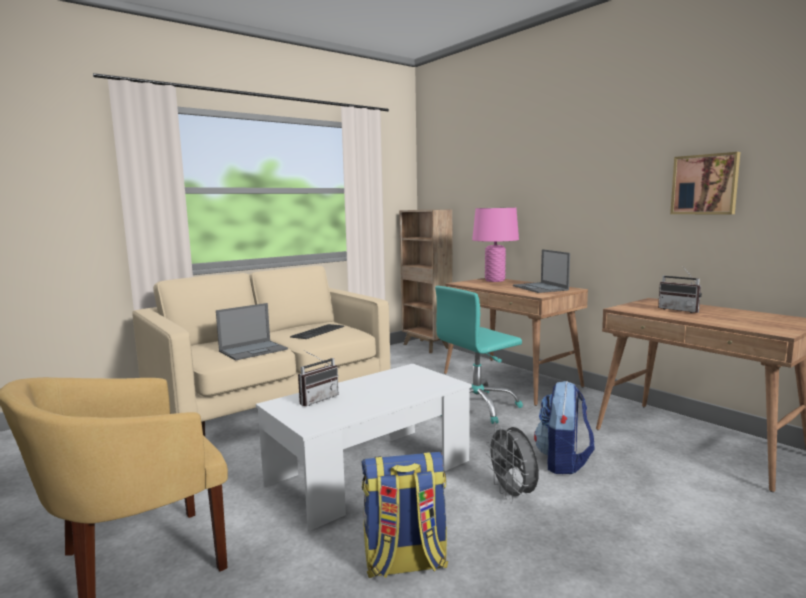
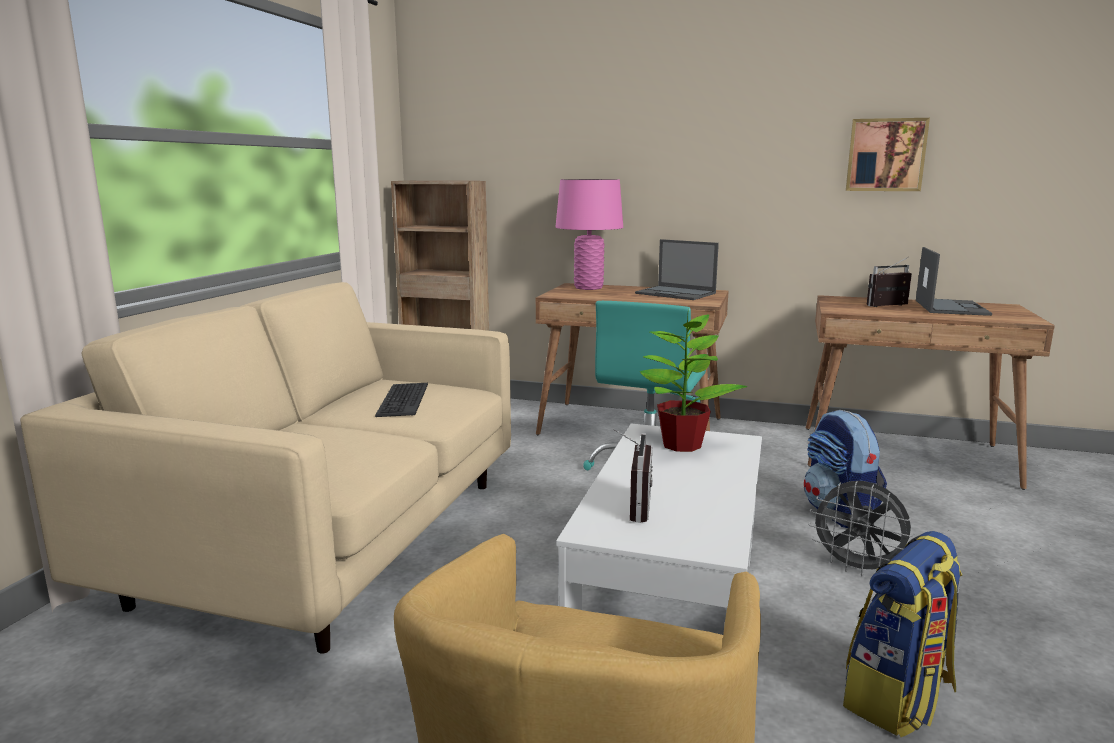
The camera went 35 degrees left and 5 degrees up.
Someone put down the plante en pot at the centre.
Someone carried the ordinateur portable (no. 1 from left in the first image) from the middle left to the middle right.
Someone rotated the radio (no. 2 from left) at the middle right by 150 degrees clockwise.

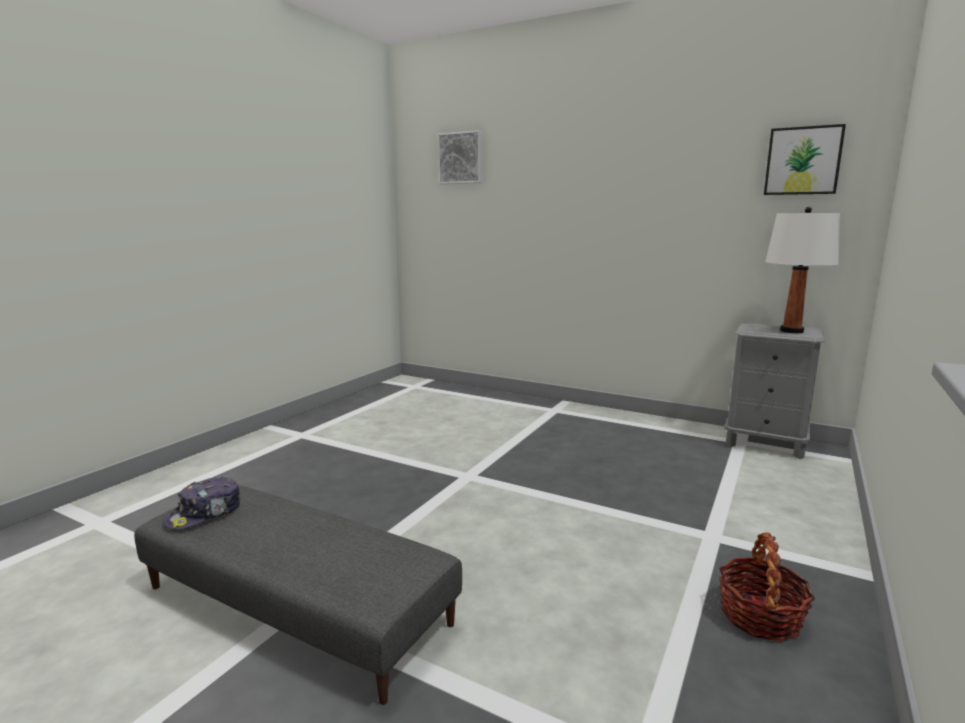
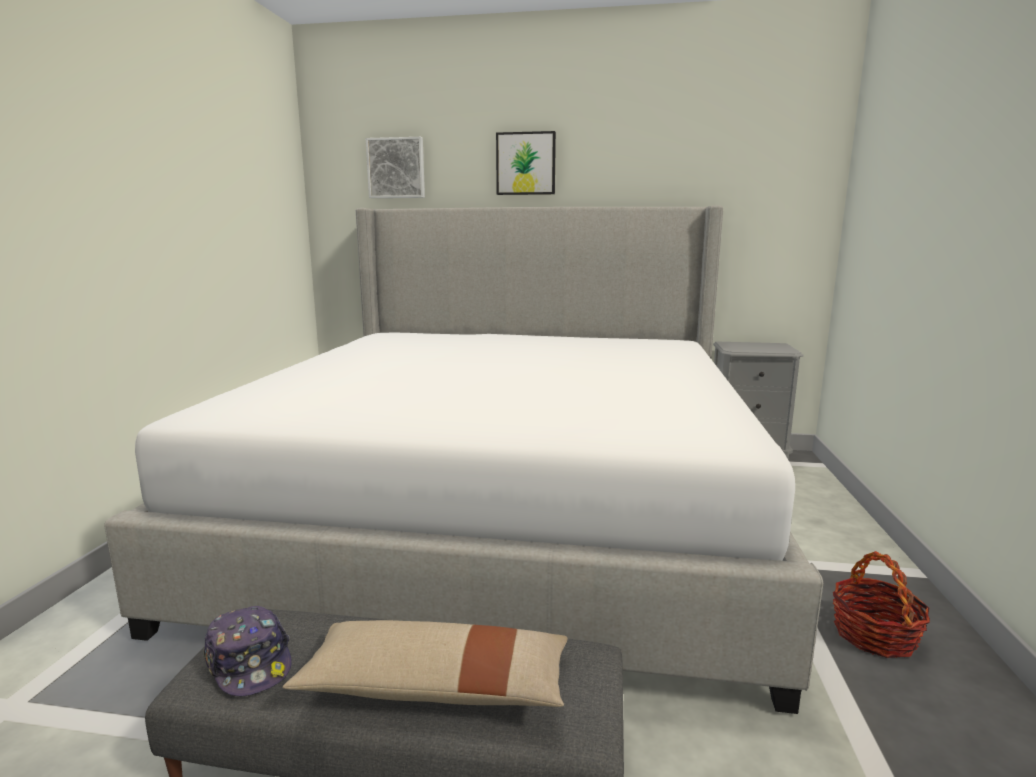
The camera went 20 degrees left and 0 degrees up.
Someone took away the lampe de table [blanc] at the middle right.
Someone put down the lit at the centre.
Someone put down the coussin [beige] at the bottom centre.
Someone carried the tableau (no. 2 from left) from the top right to the top centre.
Someone rotated the casquette at the bottom left by 60 degrees counterclockwise.

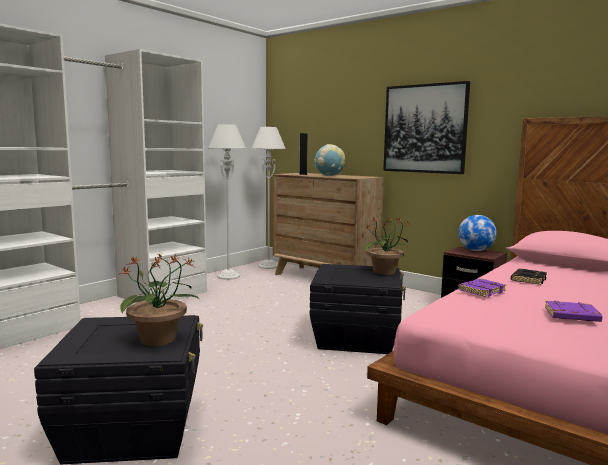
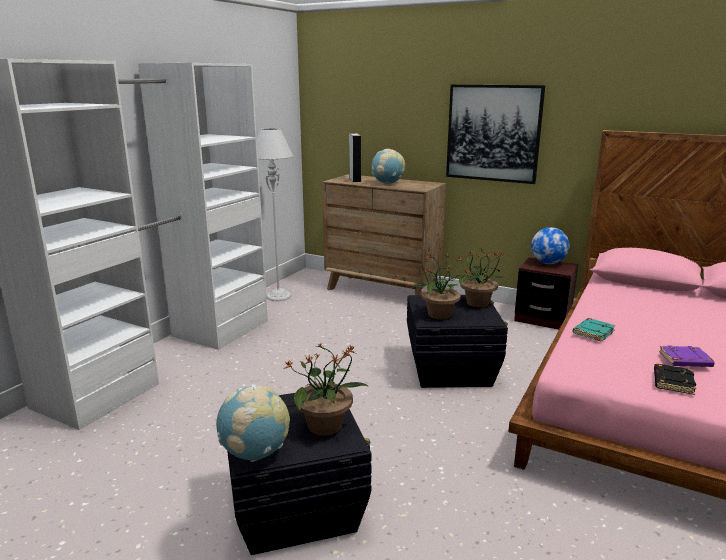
The camera went 10 degrees left and 10 degrees up.
Someone took away the lampadaire [gris] (no. 2 from left) at the centre.
Someone put down the globe (no. 1 from left) at the bottom centre.
Someone put down the plante en pot (no. 2 from left) at the centre.
Someone carried the livre [noir] from the middle right to the bottom right.
Someone repainted the livre [violet] (no. 1 from left) at the middle right, which became the livre [turquoise] at the middle right.

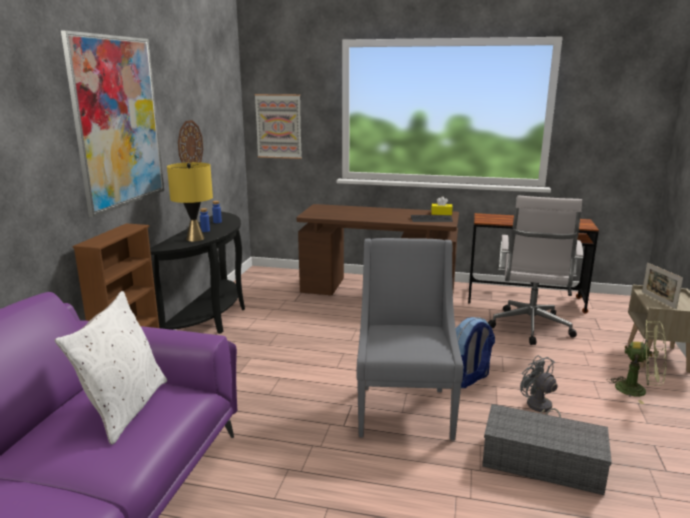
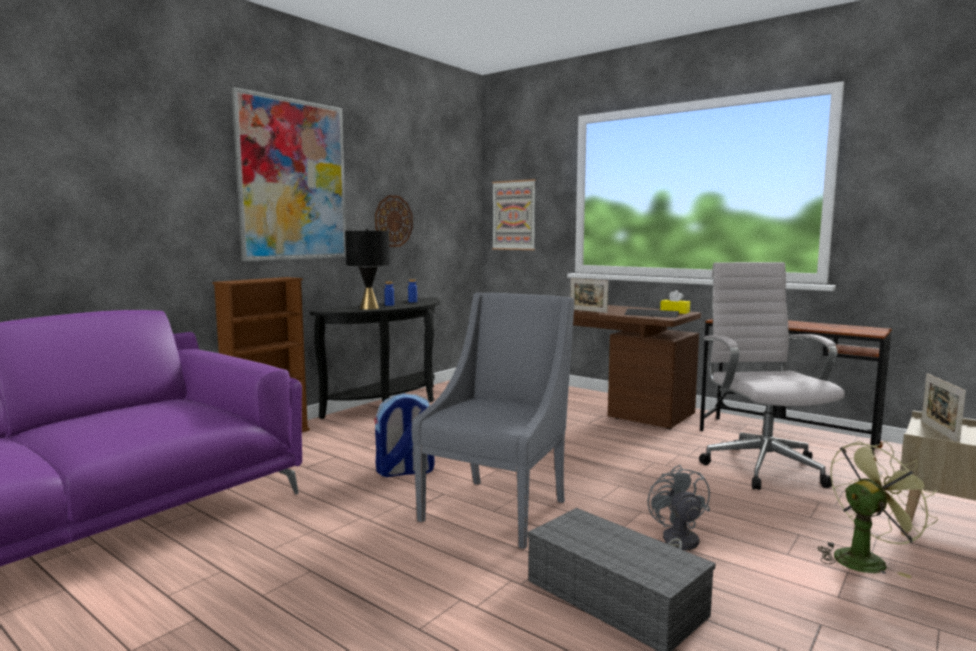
The camera went 25 degrees right and 10 degrees down.
Someone took away the coussin [blanc] at the bottom left.
Someone put down the cadre photo (no. 1 from left) at the centre.
Someone carried the sac à dos from the bottom right to the bottom centre.
Someone repainted the lampe de table [jaune] at the middle left, which became the lampe de table [noir] at the centre.
Someone rotated the chaise de bureau [blanc] at the middle right by 135 degrees clockwise.
Someone rotated the ventilateur [vert] at the bottom right by 75 degrees counterclockwise.

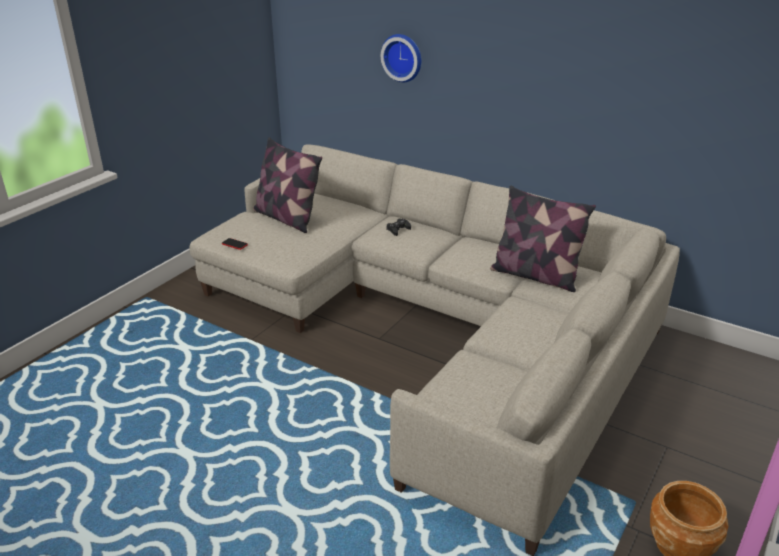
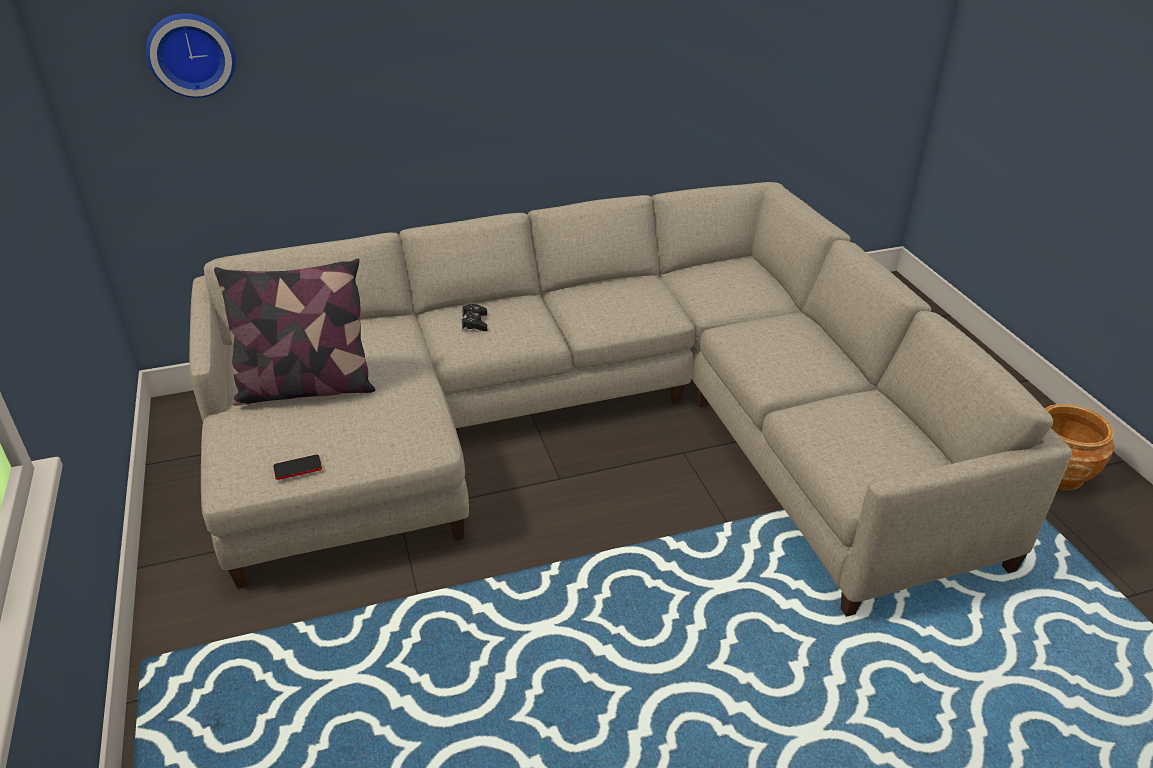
The camera went 50 degrees left and 5 degrees up.
Someone took away the coussin (no. 2 from left) at the middle right.
Someone carried the horloge murale from the top centre to the top left.

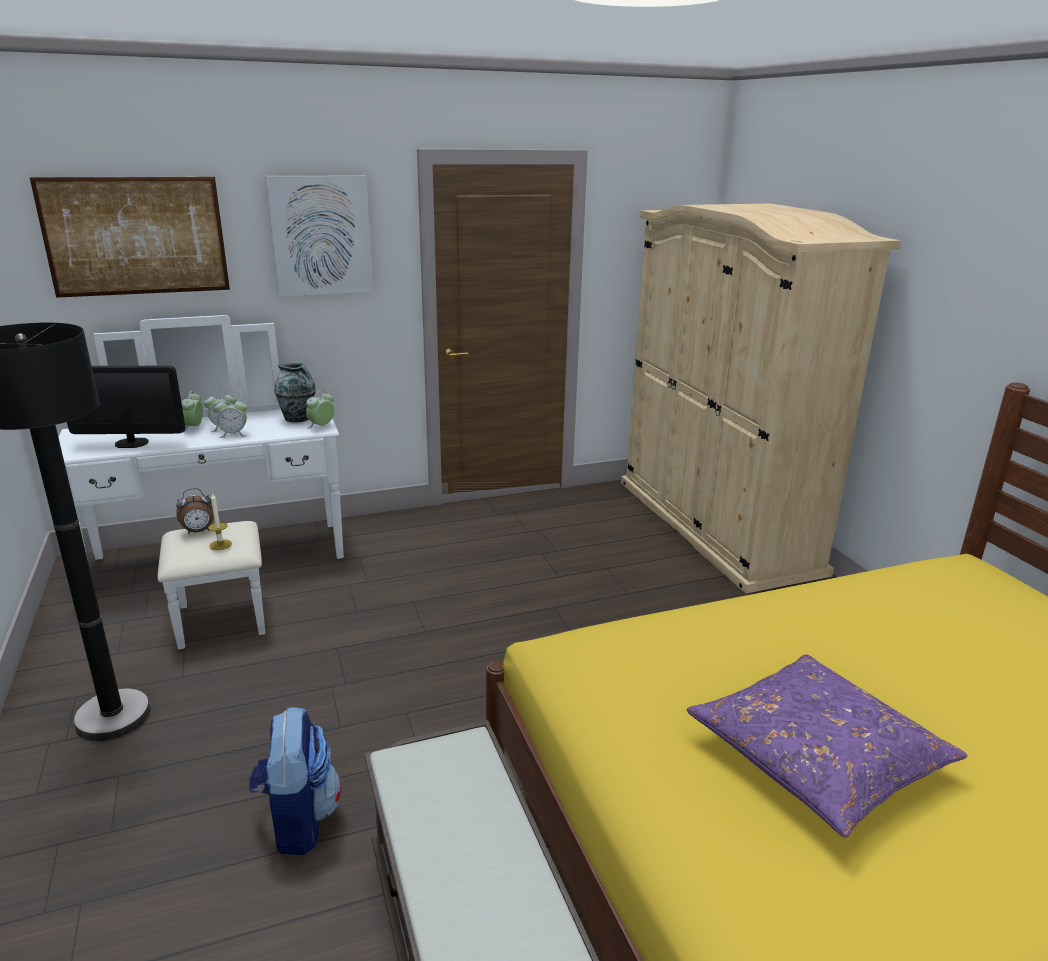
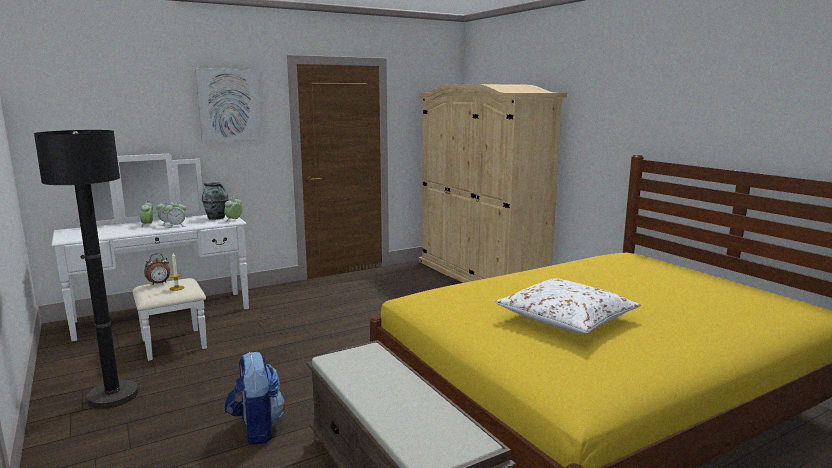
The camera went 10 degrees left and 10 degrees down.
Someone took away the tableau (no. 1 from left) at the top left.
Someone took away the écran d'ordinateur at the middle left.
Someone repainted the coussin [violet] at the bottom right, which became the coussin [blanc] at the middle right.

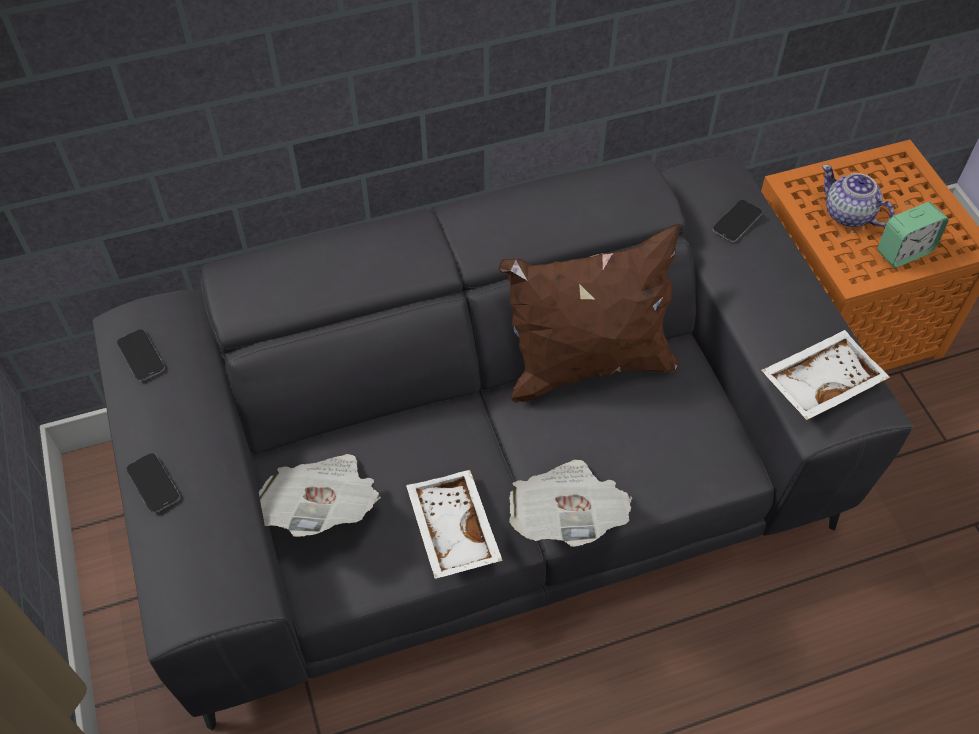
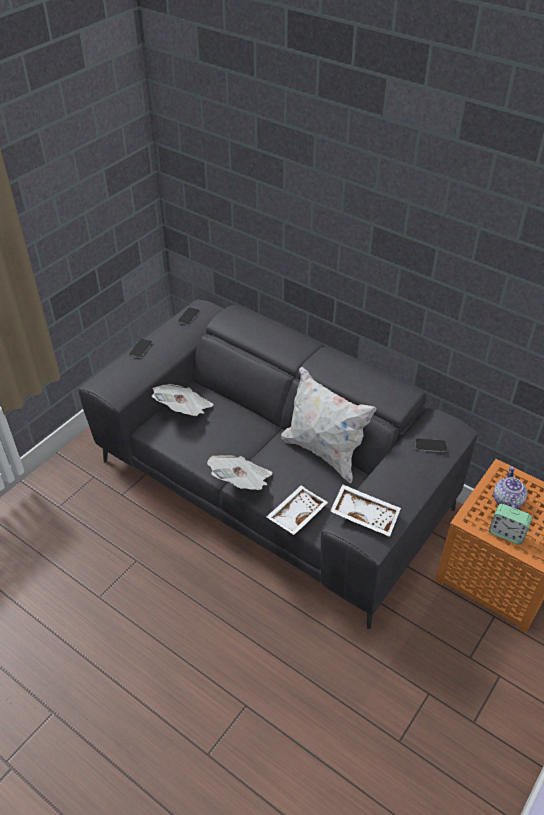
The camera went 55 degrees right and 10 degrees down.
Someone carried the plateau [blanc] (no. 1 from left) from the bottom centre to the centre.
Someone repainted the coussin [marron] at the centre, which became the coussin [blanc] at the centre.

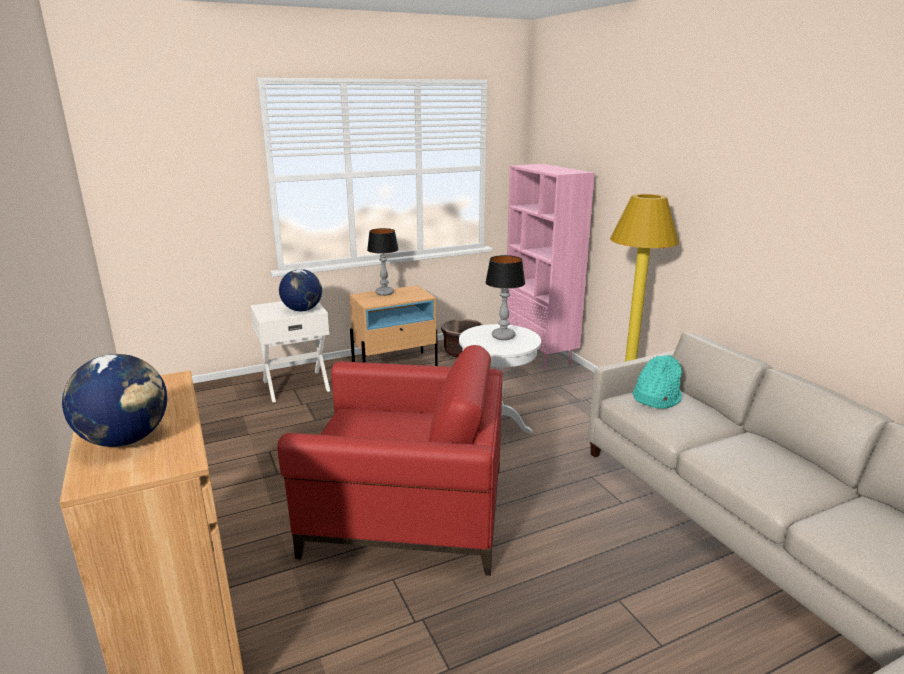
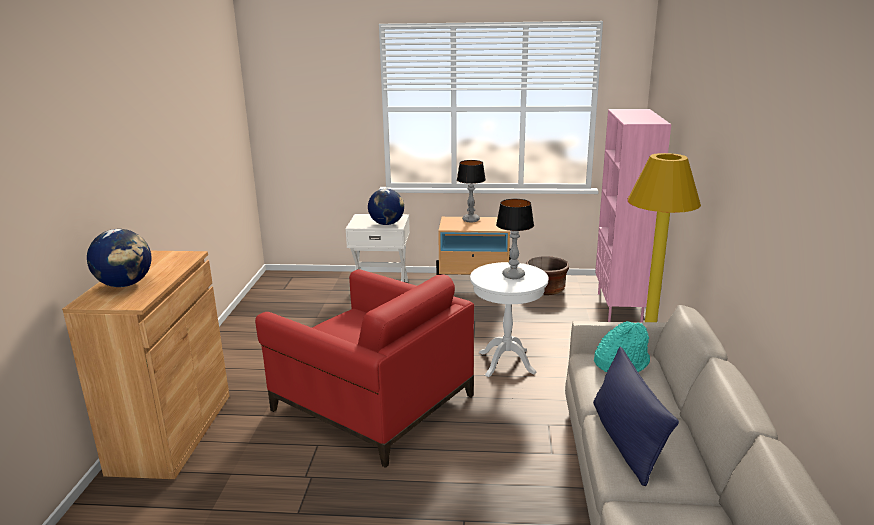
The camera went 30 degrees right and 0 degrees up.
Someone put down the coussin [bleu] at the bottom right.

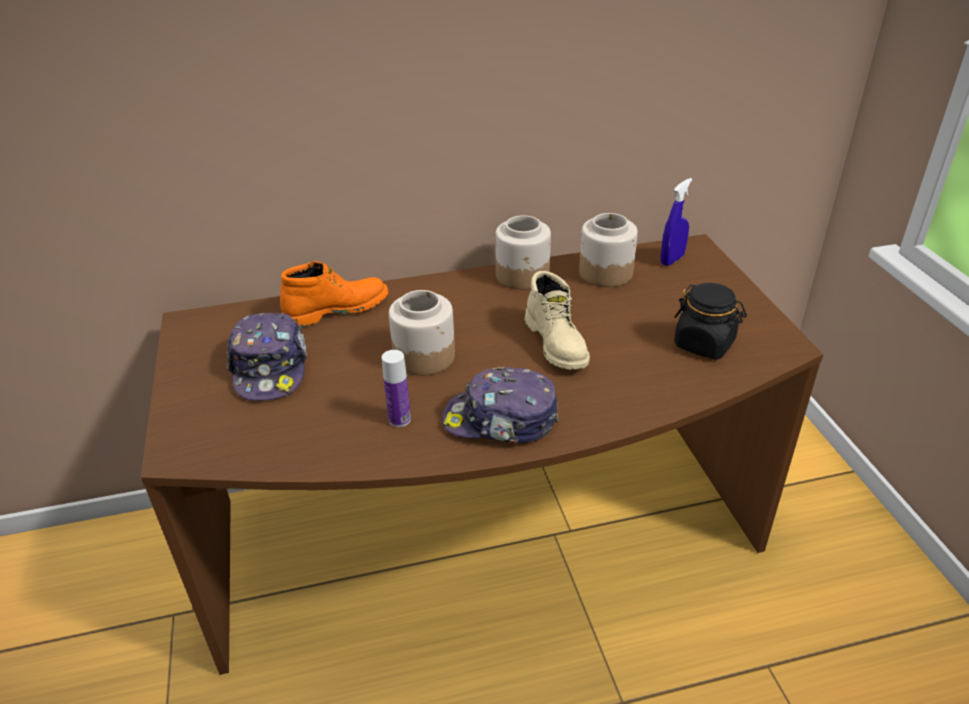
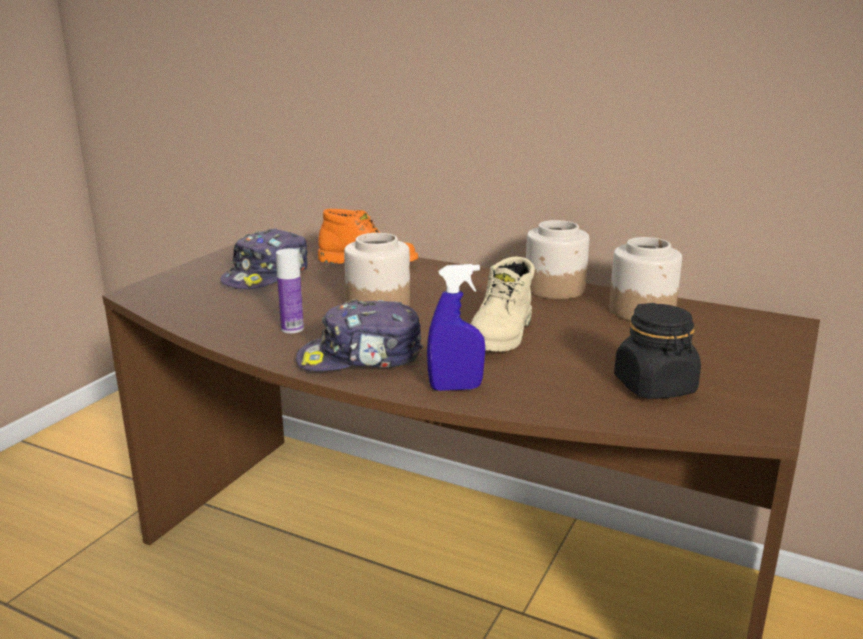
The camera went 40 degrees right and 15 degrees down.
Someone carried the vaporisateur [bleu] from the top right to the centre.
Someone rotated the casquette (no. 2 from left) at the centre by 60 degrees counterclockwise.

